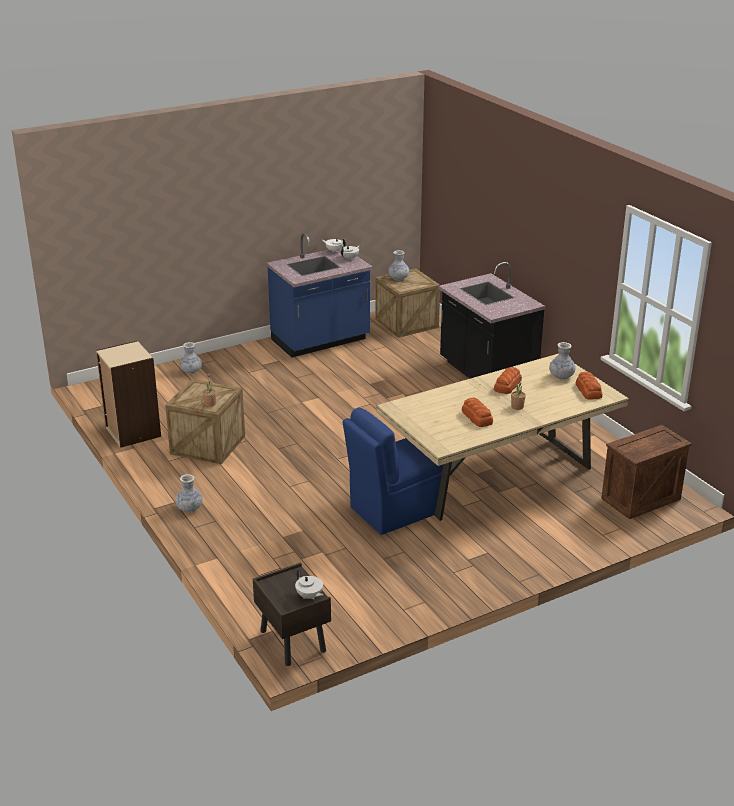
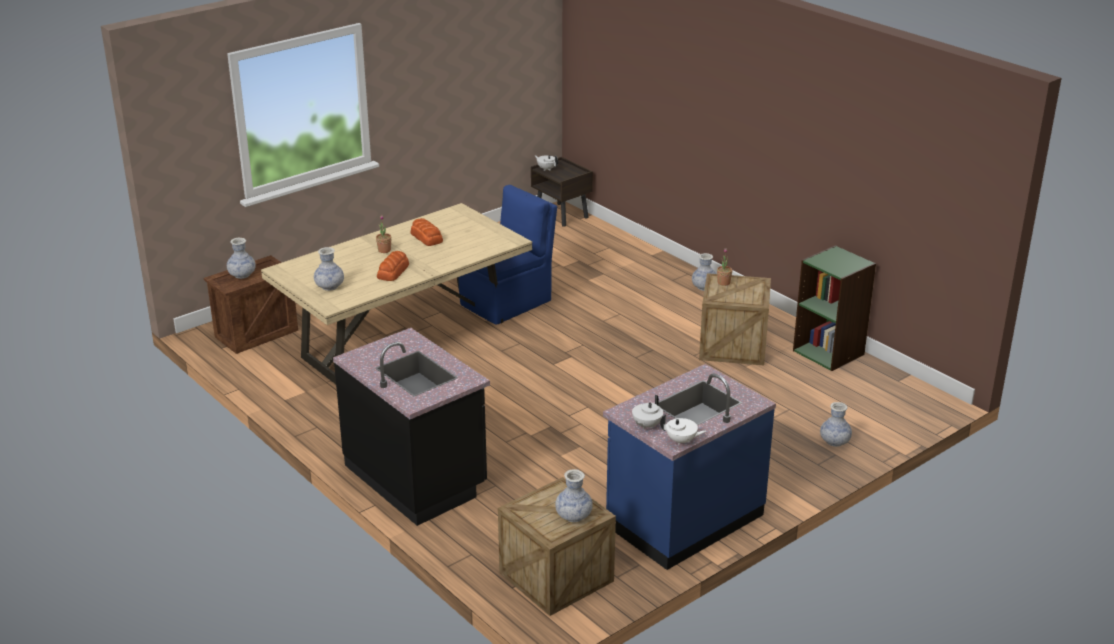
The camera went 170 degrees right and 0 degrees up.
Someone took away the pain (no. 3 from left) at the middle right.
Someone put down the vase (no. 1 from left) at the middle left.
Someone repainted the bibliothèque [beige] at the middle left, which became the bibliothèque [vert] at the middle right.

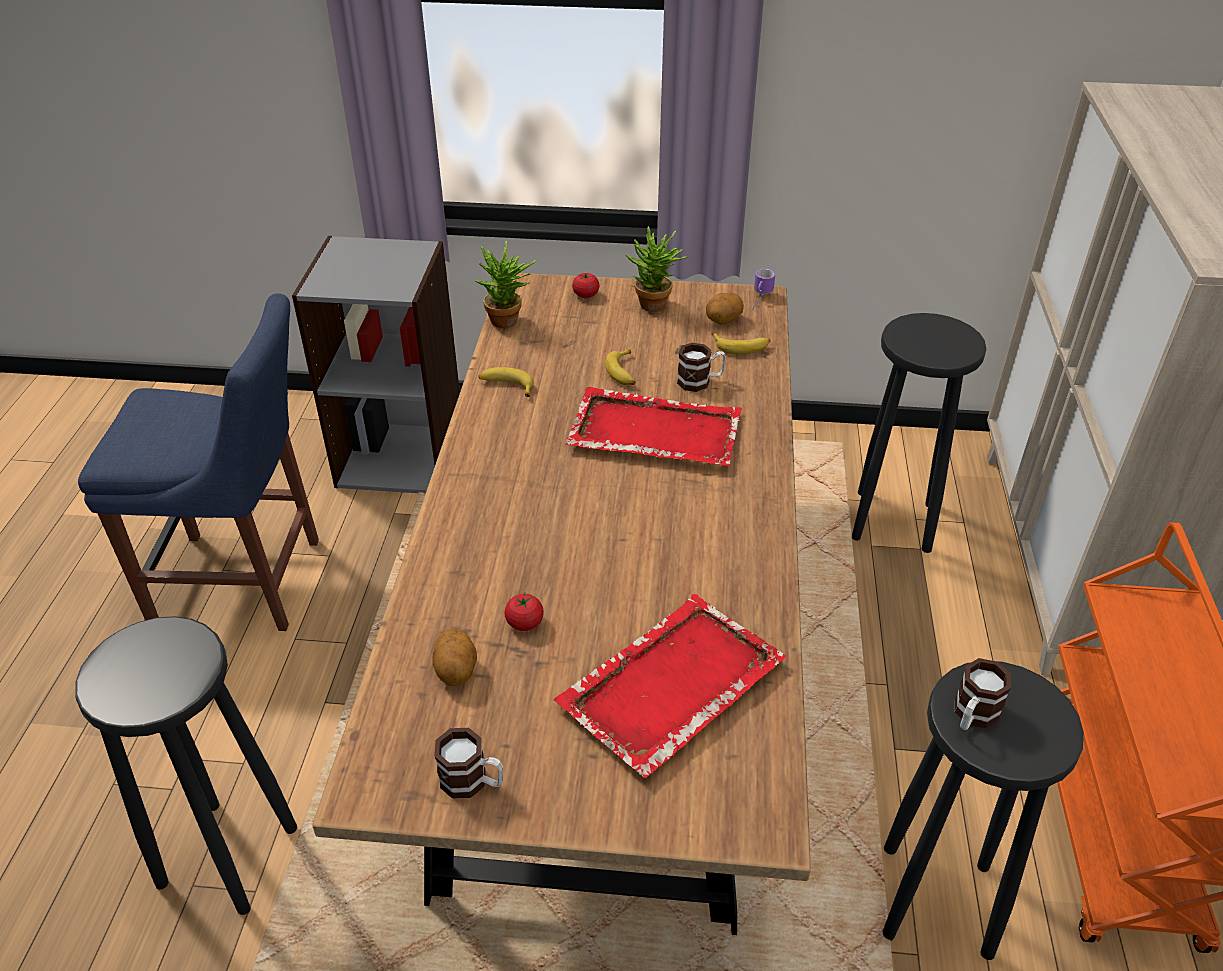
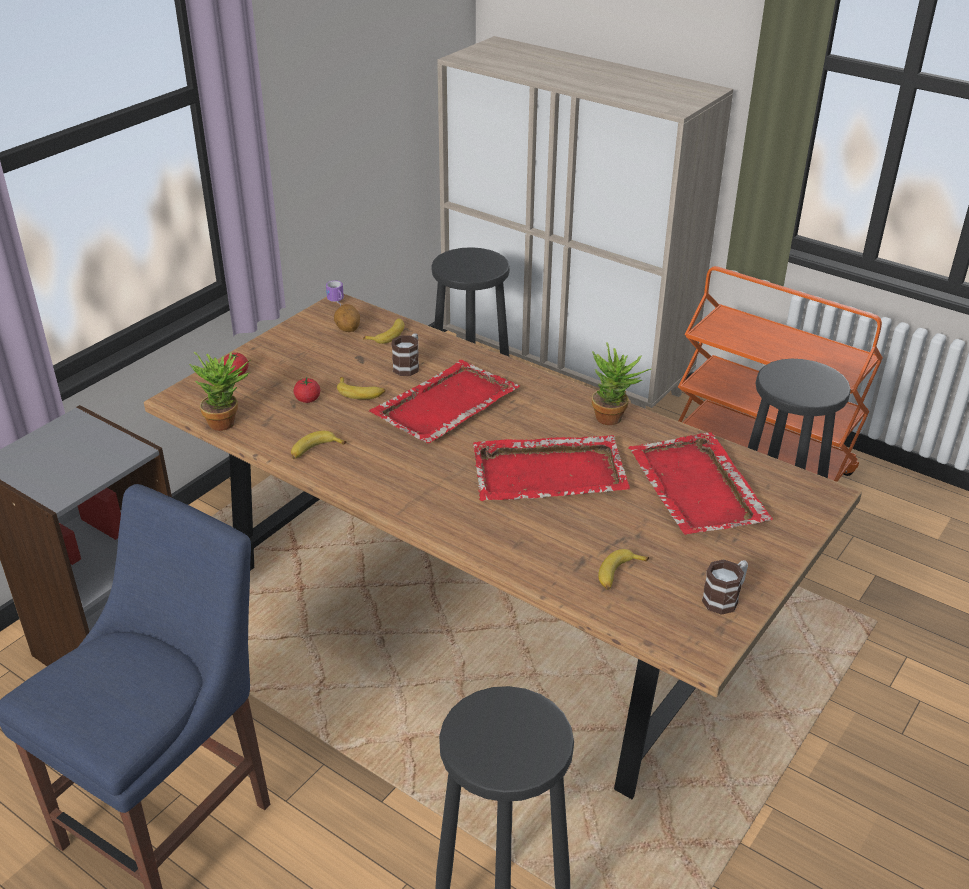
The camera went 60 degrees left and 5 degrees down.
Someone took away the mug (no. 4 from left) at the bottom right.
Someone put down the plateau [rouge] (no. 2 from left) at the centre.
Someone carried the tomate (no. 1 from left in the first image) from the centre to the middle left.
Someone carried the plante en pot (no. 2 from left) from the top centre to the centre.
Someone swapped the pomme de terre (no. 1 from left) at the bottom centre for the banane (no. 4 from left) at the centre.

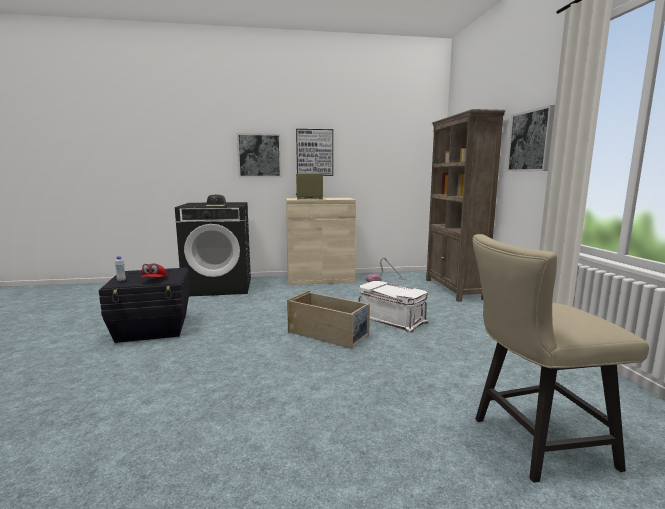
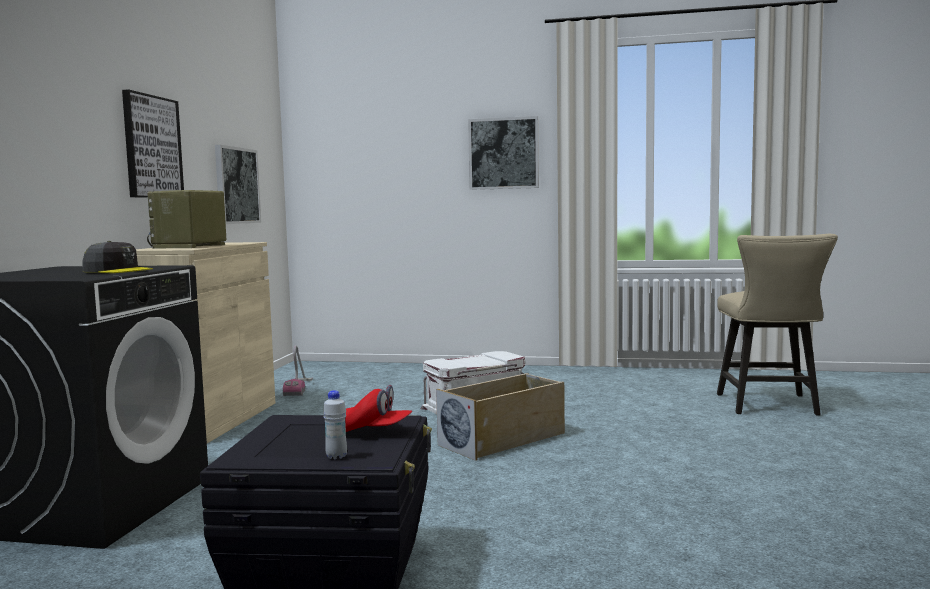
The camera went 70 degrees left and 5 degrees down.
Someone took away the bibliothèque [marron] at the middle right.
Someone carried the tableau (no. 1 from left in the first image) from the top centre to the top left.

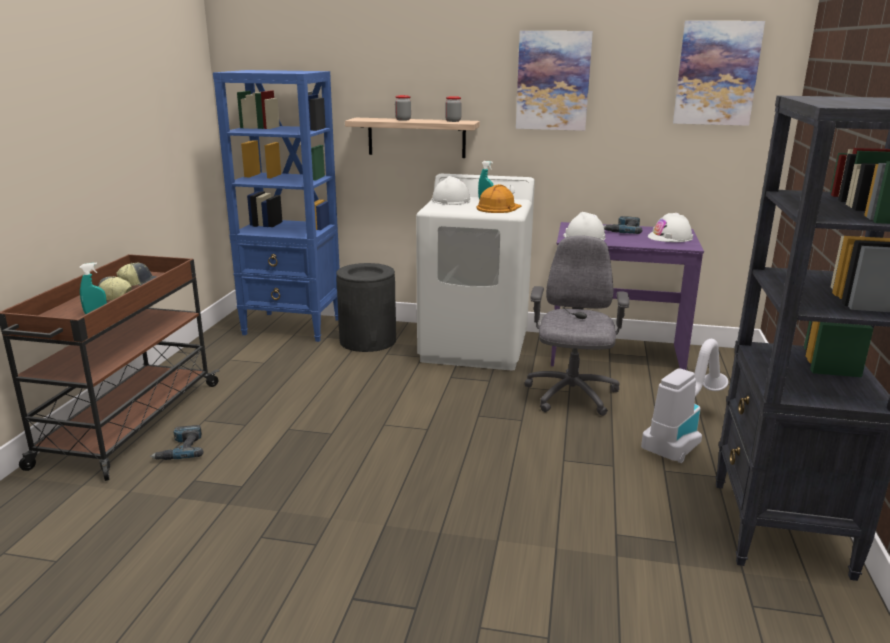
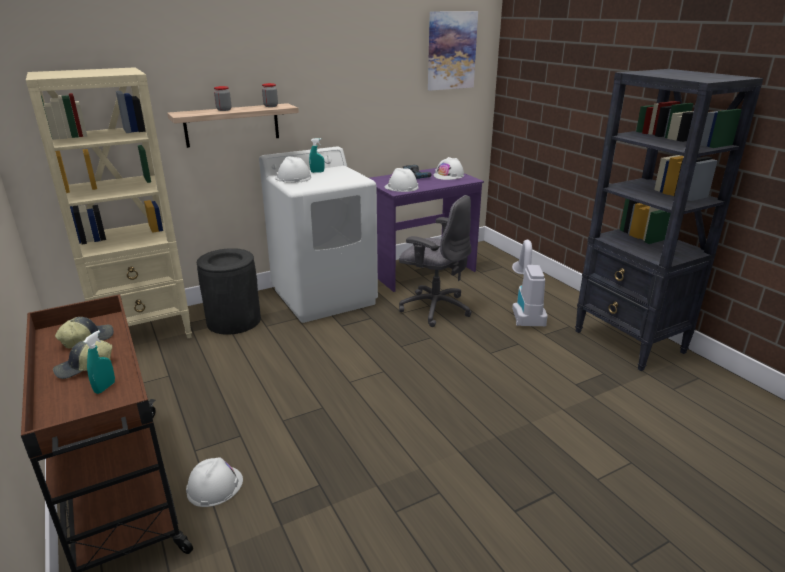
The camera went 40 degrees left and 5 degrees up.
Someone took away the casque de chantier [orange] at the top centre.
Someone took away the tableau (no. 1 from left) at the top centre.
Someone swapped the perceuse (no. 1 from left) at the bottom left for the casque de chantier [blanc] (no. 1 from left) at the bottom left.
Someone repainted the bibliothèque [bleu] at the top left, which became the bibliothèque [beige] at the middle left.
Someone rotated the chaise de bureau [gris] at the centre by 150 degrees clockwise.

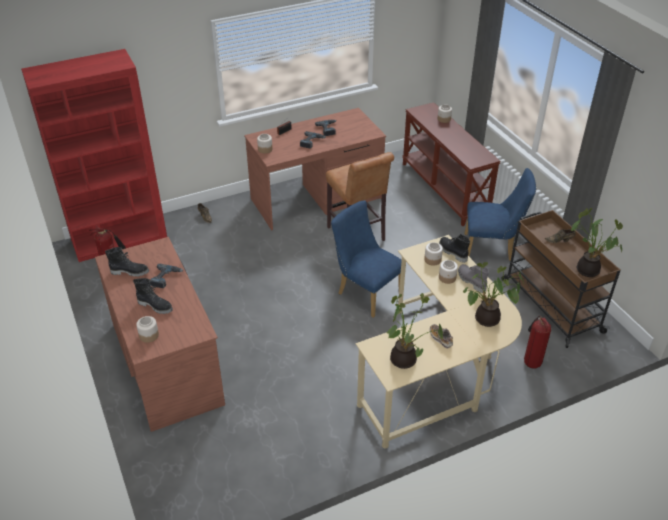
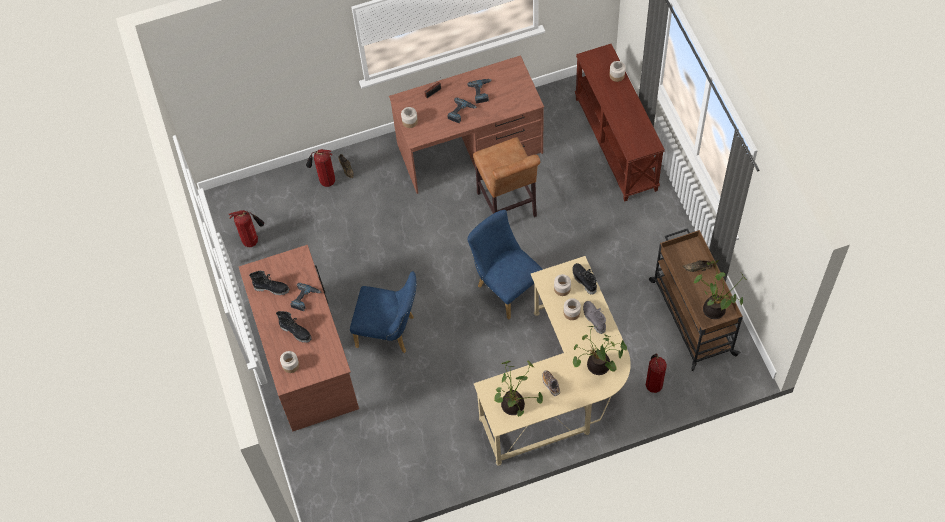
The camera went 10 degrees right and 20 degrees up.
Someone took away the bibliothèque [rouge] at the top left.
Someone put down the extincteur (no. 2 from left) at the top centre.
Someone carried the chaise [bleu] (no. 2 from left in the first image) from the middle right to the centre.

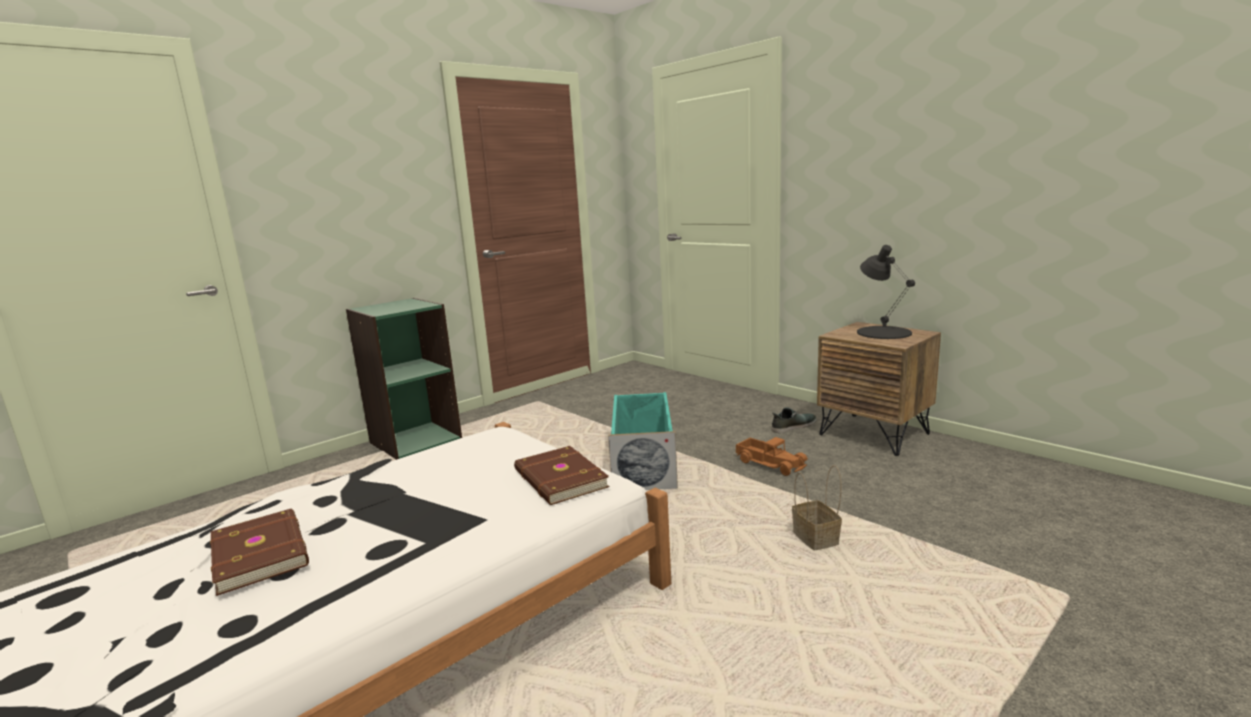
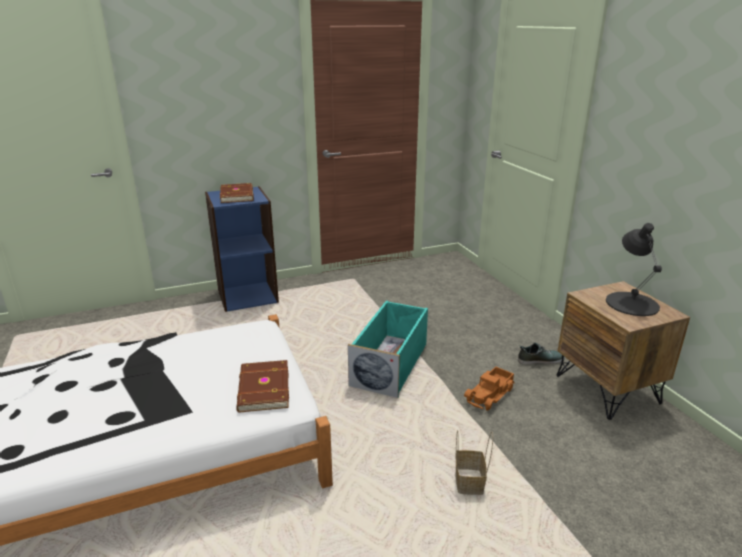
The camera went 20 degrees right and 10 degrees up.
Someone carried the livre [marron] (no. 1 from left) from the bottom left to the middle left.
Someone repainted the bibliothèque [vert] at the middle left, which became the bibliothèque [bleu] at the middle left.
Someone rotated the camion jouet at the centre by 60 degrees clockwise.

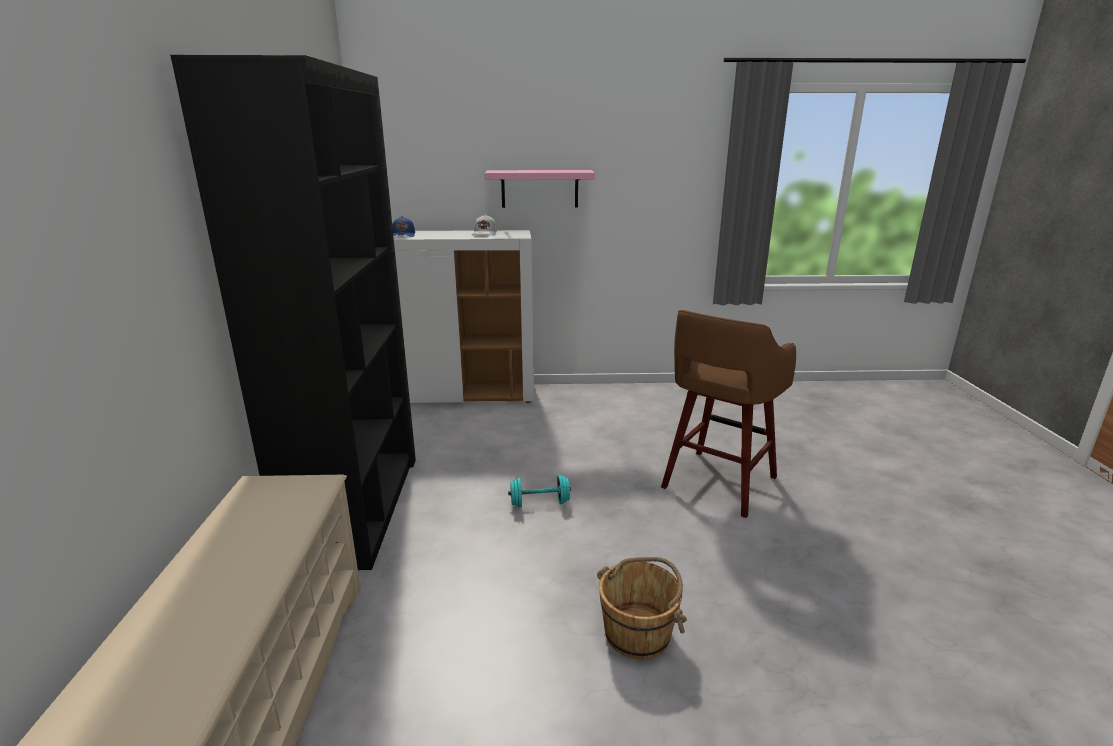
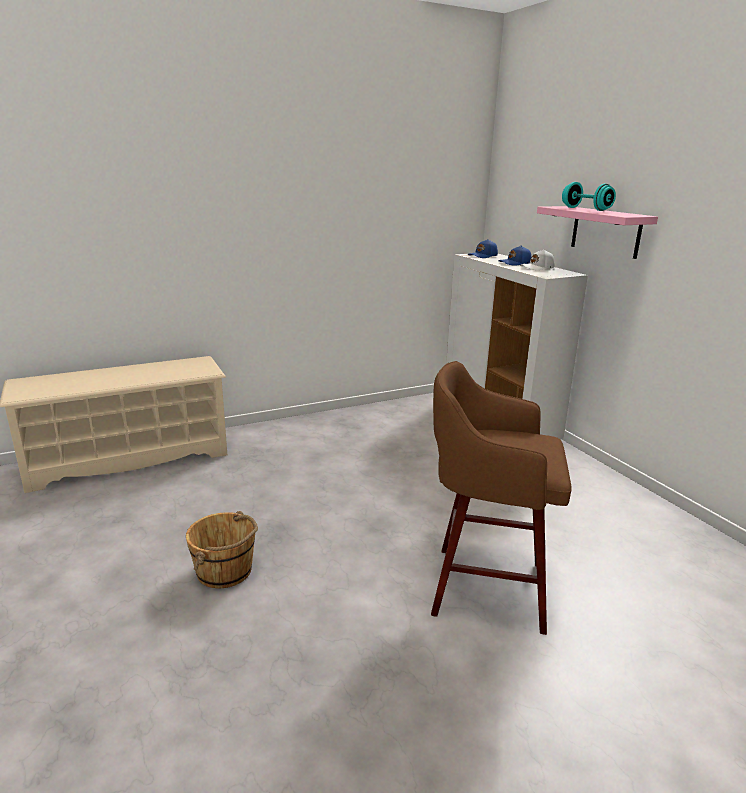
The camera went 65 degrees right and 0 degrees up.
Someone took away the bibliothèque [noir] at the middle left.
Someone put down the casquette [bleu] (no. 2 from left) at the top right.
Someone carried the haltère [turquoise] from the centre to the top right.

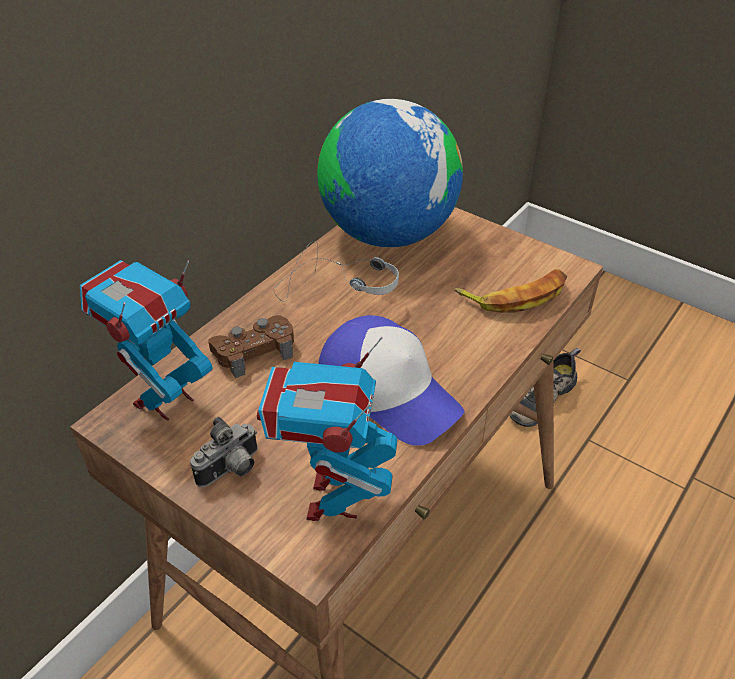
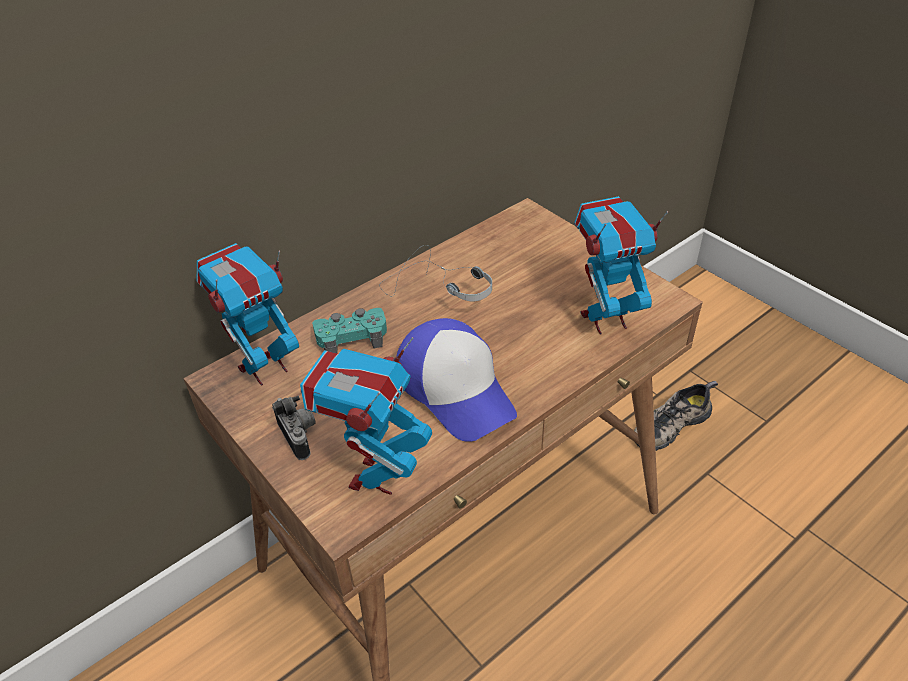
The camera went 15 degrees right and 0 degrees up.
Someone took away the globe at the top centre.
Someone swapped the banane at the middle right for the robot jouet (no. 3 from left) at the middle right.
Someone repainted the manette [marron] at the centre, which became the manette [turquoise] at the centre.
Someone rotated the appareil photo at the middle left by 90 degrees counterclockwise.

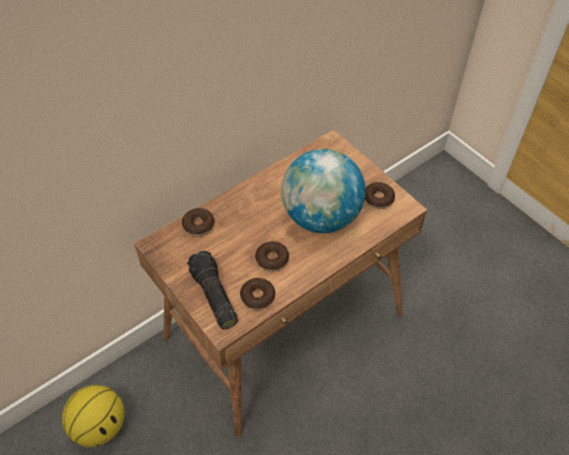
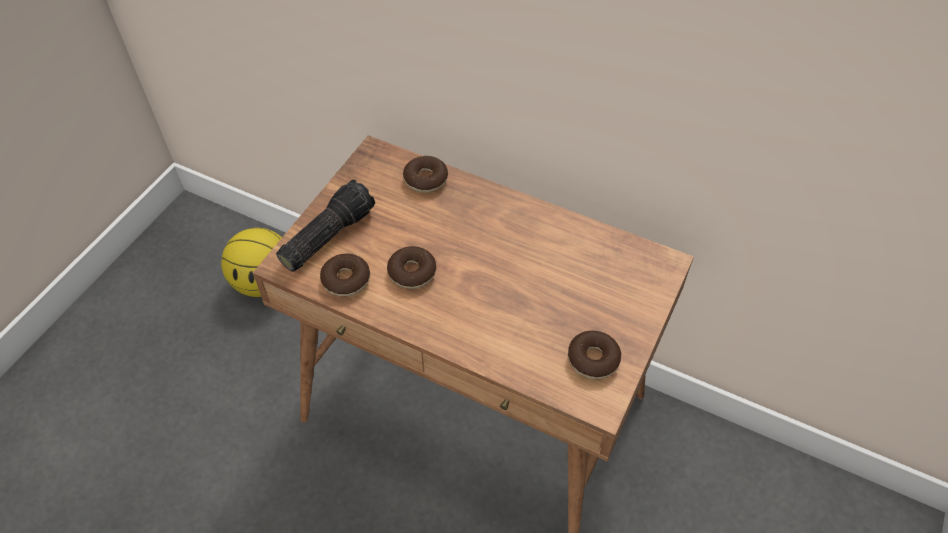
The camera went 65 degrees right and 0 degrees up.
Someone took away the globe at the centre.

